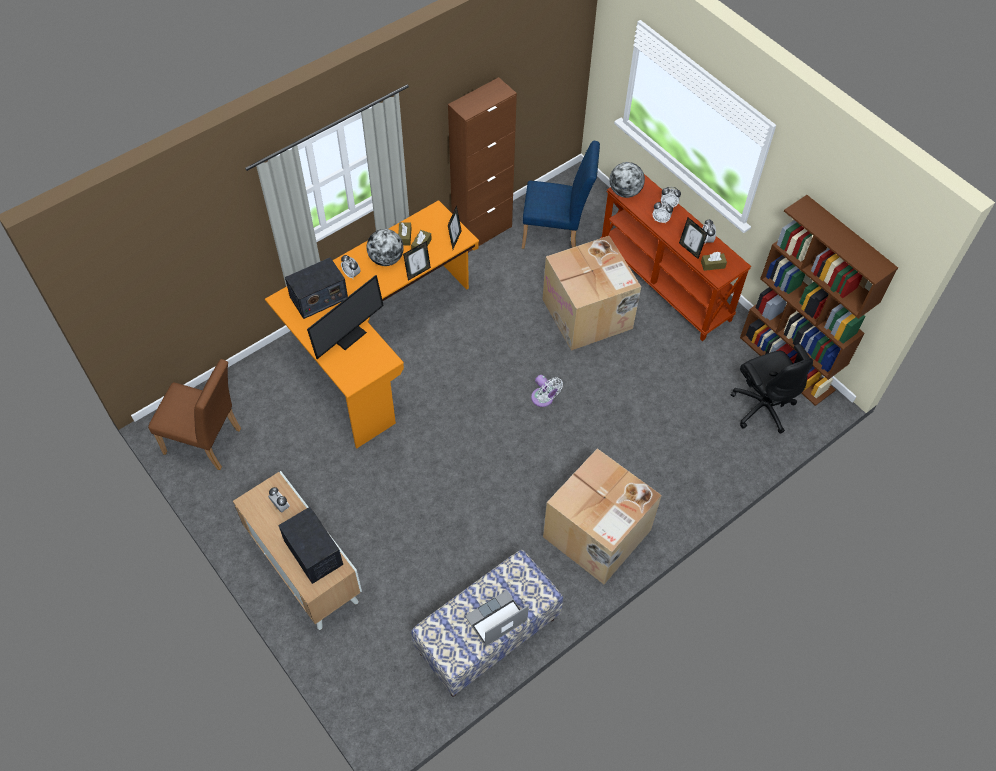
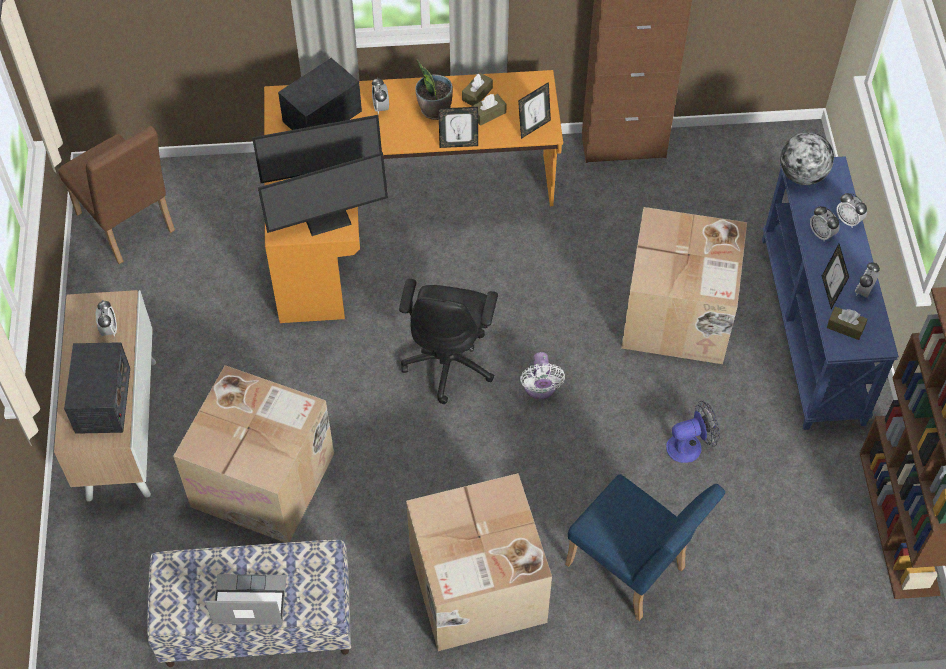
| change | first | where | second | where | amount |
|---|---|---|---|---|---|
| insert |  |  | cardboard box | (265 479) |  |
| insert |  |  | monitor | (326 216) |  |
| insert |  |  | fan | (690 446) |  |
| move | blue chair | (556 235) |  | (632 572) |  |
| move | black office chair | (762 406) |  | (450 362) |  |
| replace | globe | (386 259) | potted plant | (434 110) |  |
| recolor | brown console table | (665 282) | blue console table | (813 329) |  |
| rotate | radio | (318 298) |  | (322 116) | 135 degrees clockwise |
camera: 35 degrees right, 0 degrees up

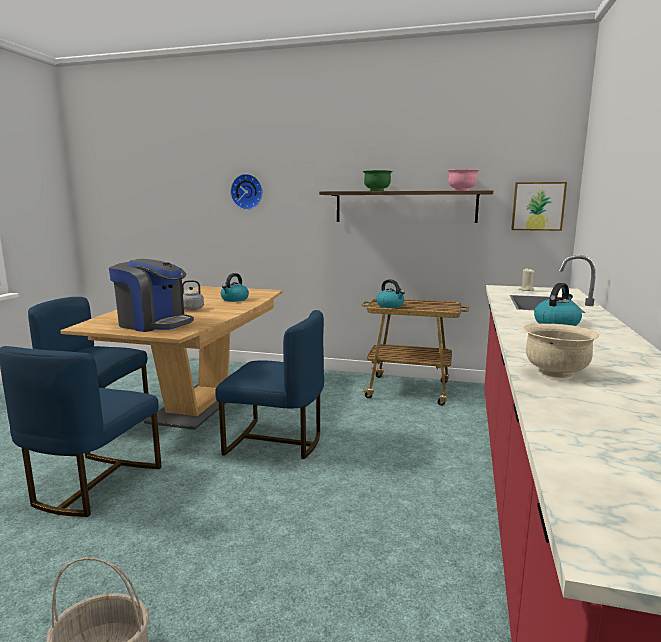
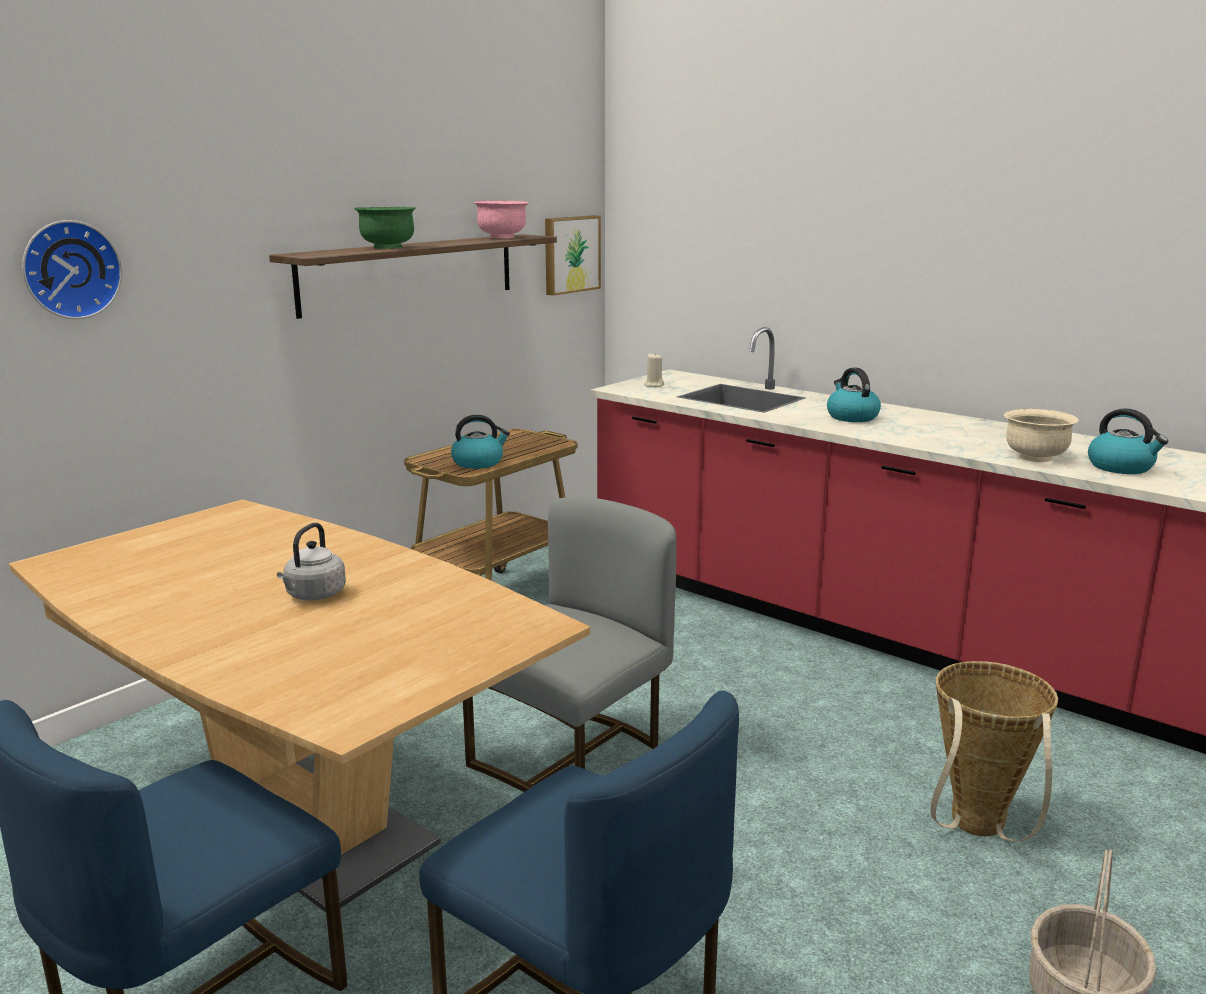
| change | first | where | second | where | amount |
|---|---|---|---|---|---|
| delete | coffee machine | (154 324) |  |  |  |
| insert |  |  | basket | (977 830) |  |
| move | kettle | (234 299) |  | (1121 467) |  |
| recolor | blue chair | (275 441) | grey chair | (574 760) |  |
camera: 65 degrees left, 5 degrees up

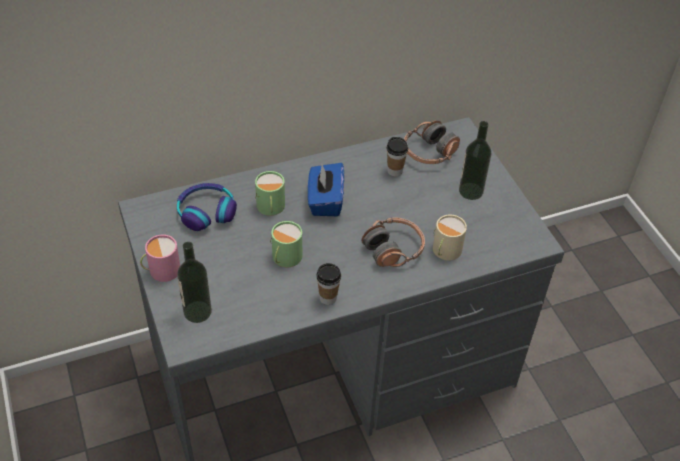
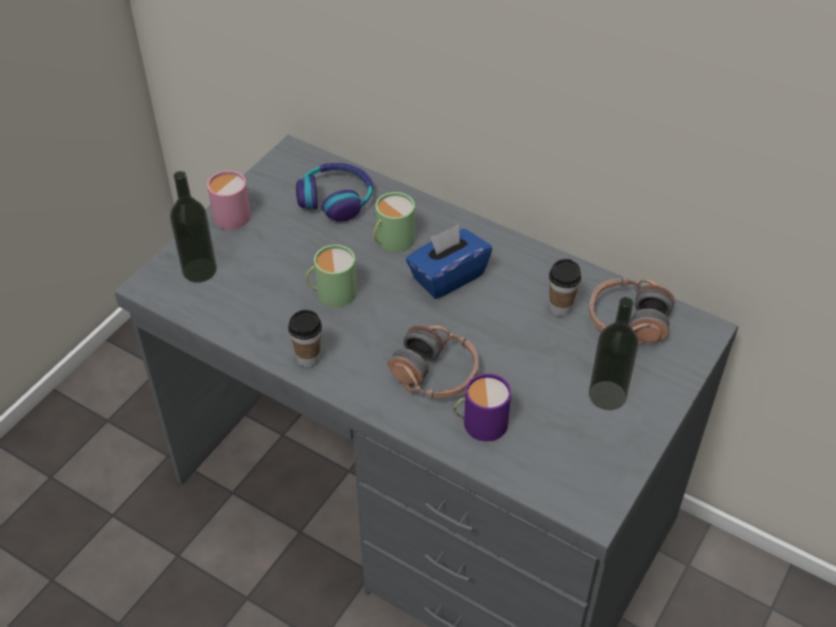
| change | first | where | second | where | amount |
|---|---|---|---|---|---|
| recolor | beige mug | (445 251) | purple mug | (480 422) |  |
camera: 55 degrees right, 0 degrees up

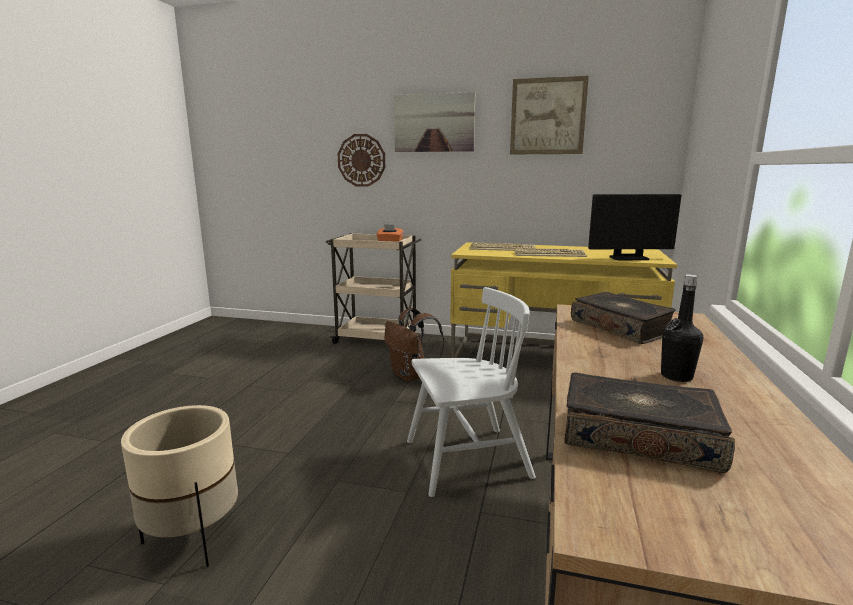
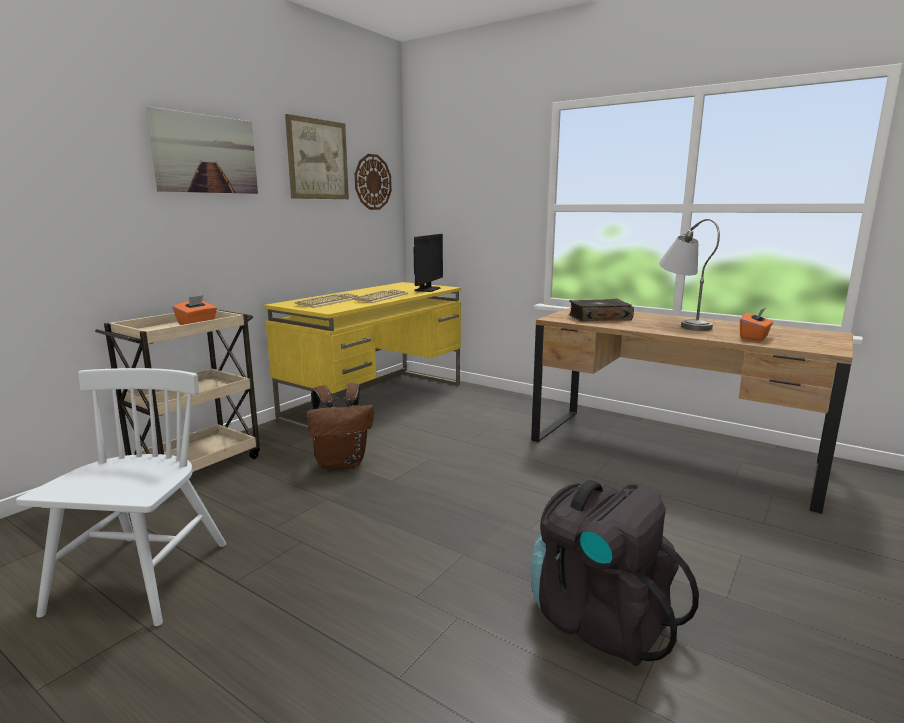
| change | first | where | second | where | amount |
|---|---|---|---|---|---|
| move | wall clock | (361 160) |  | (372 182) |  |
| move | white chair | (466 460) |  | (141 578) |  |
| replace | beige planter | (193 537) | black backpack | (599 620) |  |
| replace | book | (638 436) | orange tissue box | (754 337) |  |
| replace | black bottle | (676 376) | grey table lamp | (682 323) |  |
camera: 70 degrees left, 0 degrees up

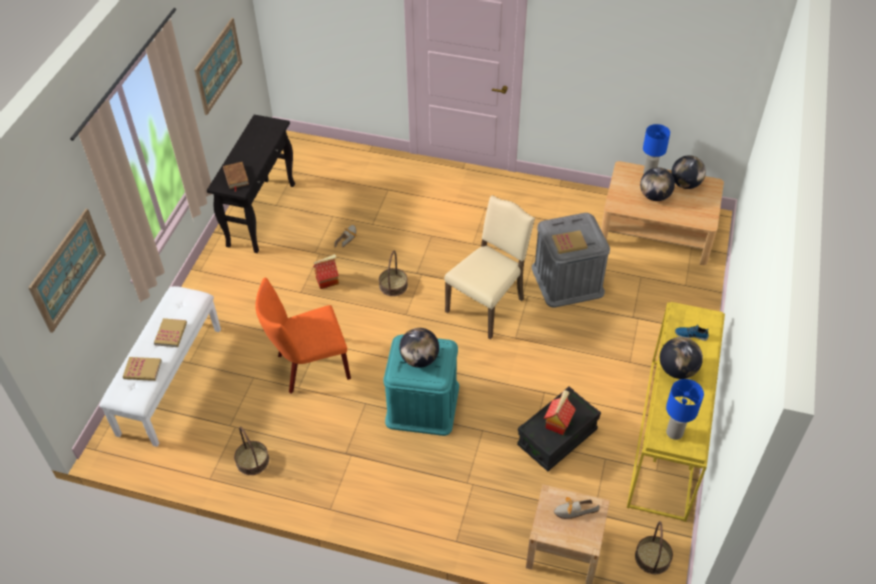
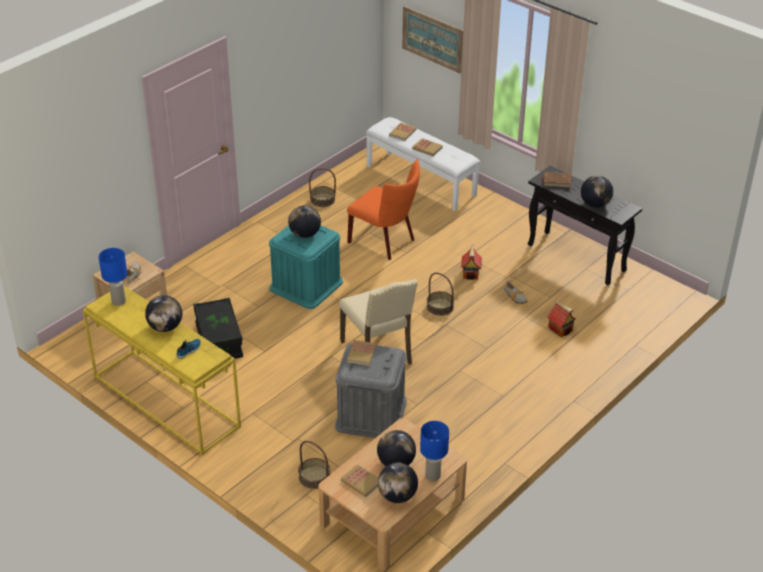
| change | first | where | second | where | amount |
|---|---|---|---|---|---|
| delete | picture | (218 65) |  |  |  |
| insert |  |  | book | (361 482) |  |
| insert |  |  | globe | (595 204) |  |
| move | toy house | (558 422) |  | (561 329) |  |
| move | basket | (652 557) |  | (314 477) |  |
| rotate | orange chair | (308 367) |  | (385 242) | 120 degrees clockwise |
camera: 115 degrees right, 10 degrees down

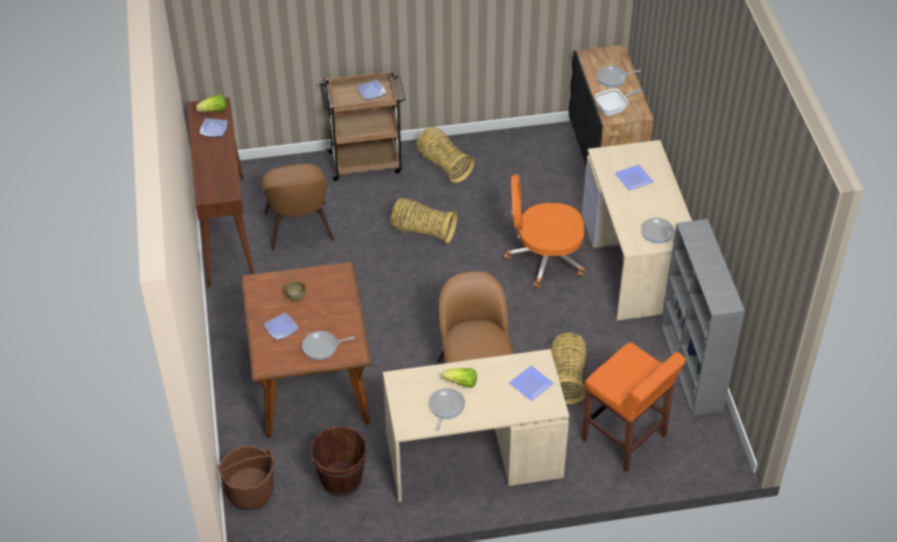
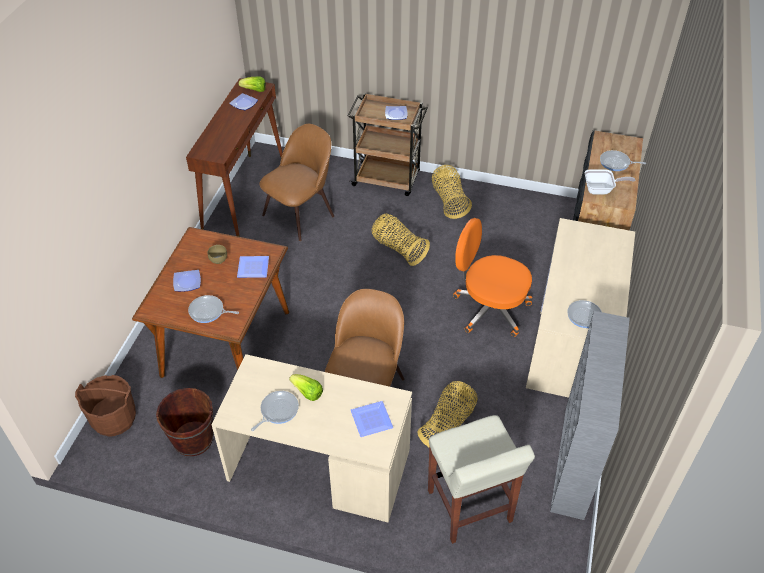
| change | first | where | second | where | amount |
|---|---|---|---|---|---|
| move | plate | (635 179) |  | (254 269) |  |
| recolor | orange stool | (625 438) | beige stool | (469 507) |  |
| rotate | brown chair | (299 229) |  | (300 214) | 150 degrees counterclockwise |
camera: 25 degrees right, 0 degrees up

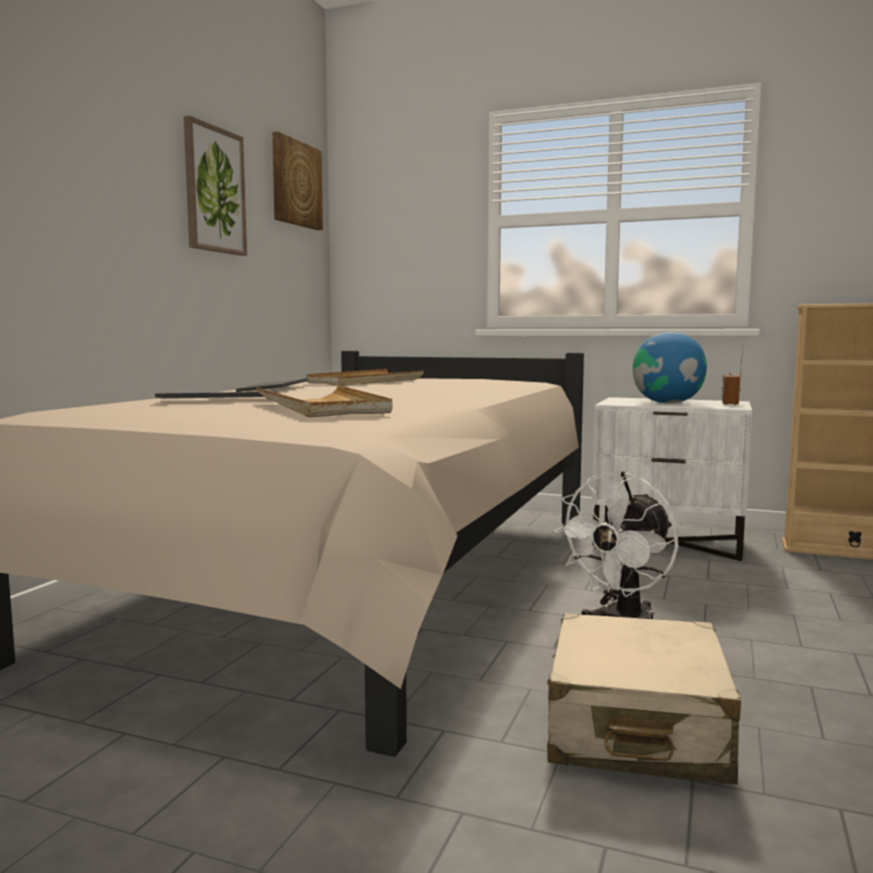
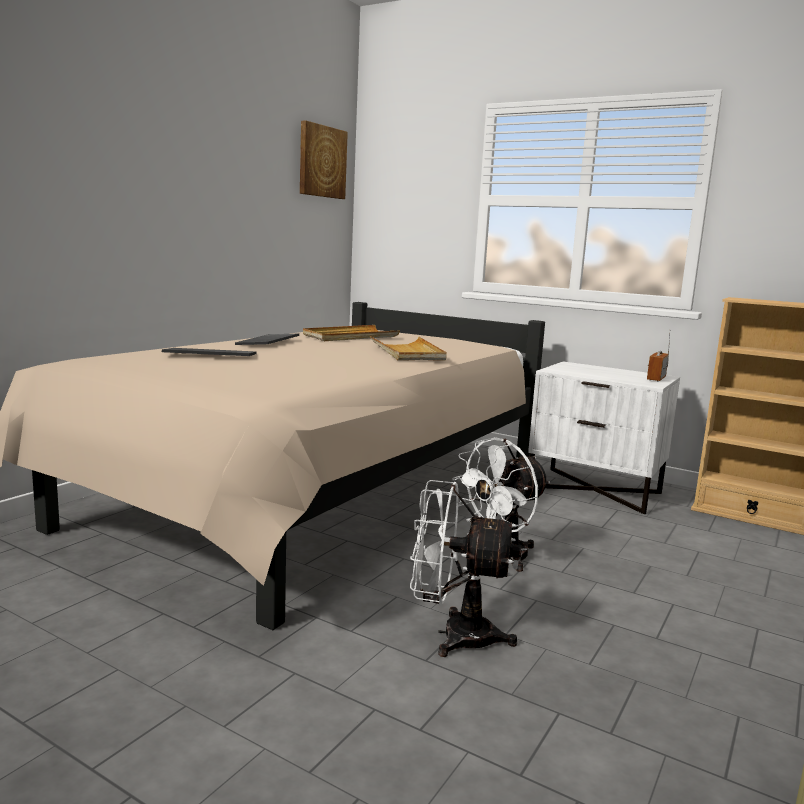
| change | first | where | second | where | amount |
|---|---|---|---|---|---|
| delete | picture | (214 190) |  |  |  |
| delete | globe | (667 403) |  |  |  |
| move | beige tray | (323 408) |  | (407 352) |  |
| replace | beige suitcase | (636 727) | white fan | (454 635) |  |
camera: 10 degrees right, 5 degrees up

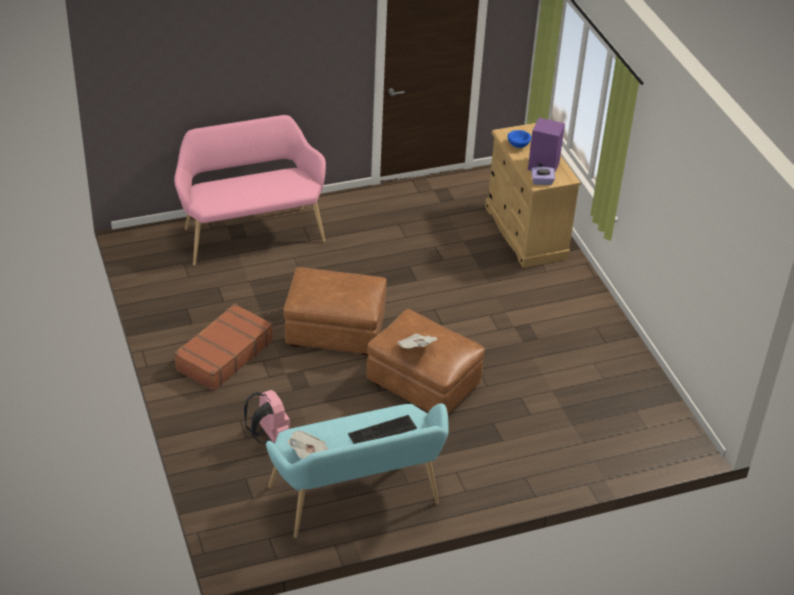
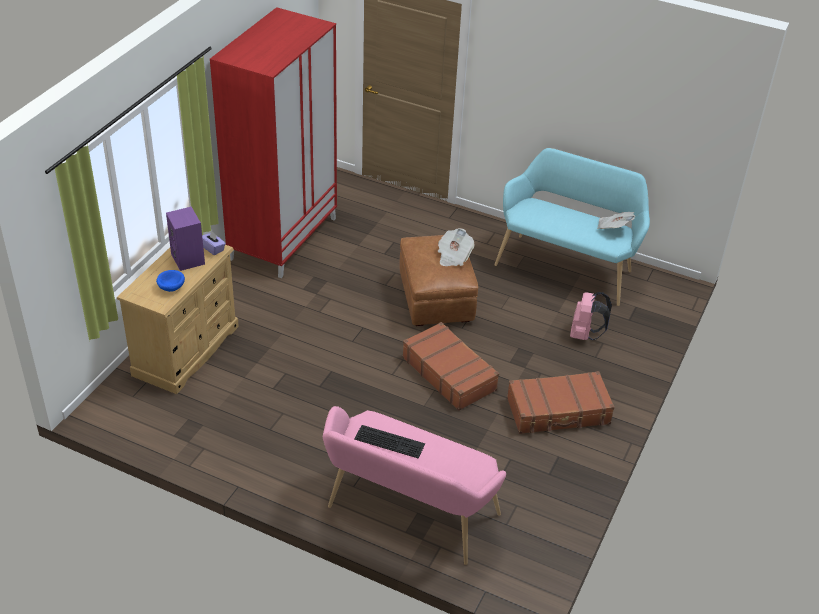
| change | first | where | second | where | amount |
|---|---|---|---|---|---|
| insert |  |  | red wardrobe | (283 238) |  |
| move | keyboard | (382 432) |  | (390 441) |  |
| replace | brown ottoman | (335 331) | brown suitcase | (449 373) |  |
camera: 135 degrees left, 0 degrees up

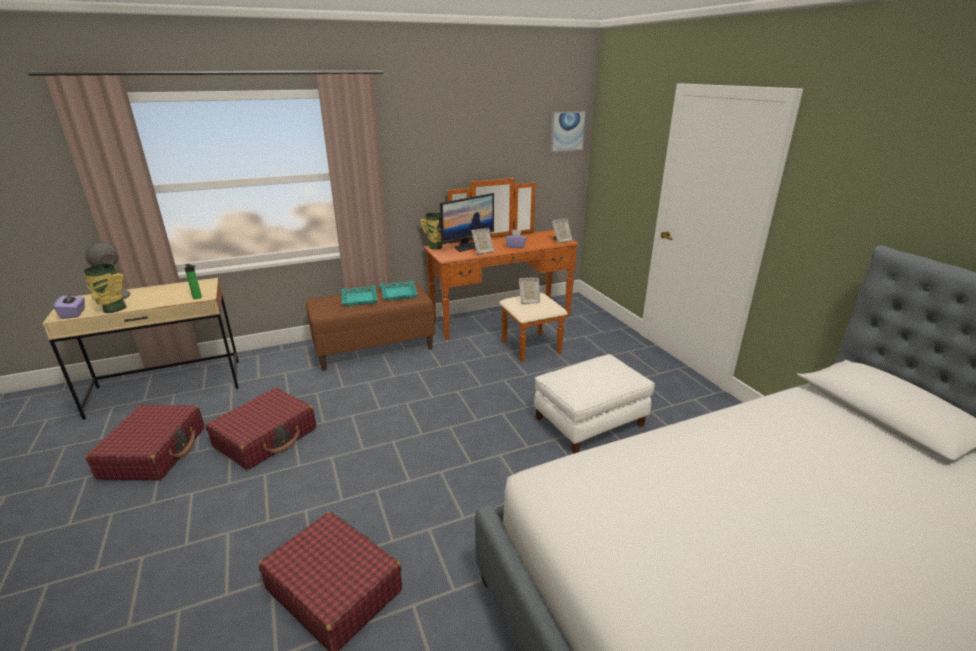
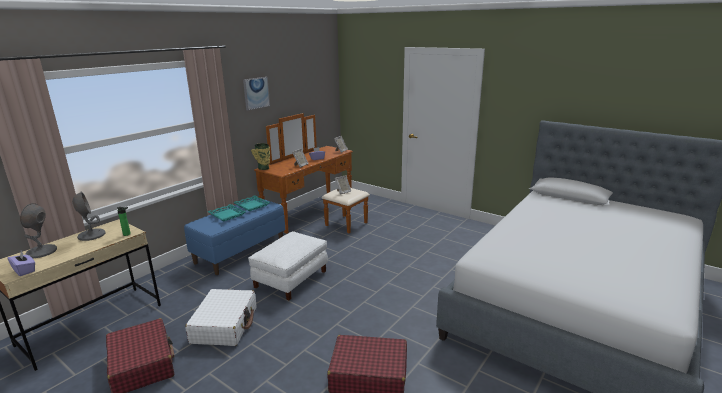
| change | first | where | second | where | amount |
|---|---|---|---|---|---|
| delete | vase | (113 309) |  |  |  |
| delete | monitor | (467 246) |  |  |  |
| insert |  |  | grey table lamp | (91 235) |  |
| move | white ottoman | (589 422) |  | (291 279) |  |
| move | picture | (567 131) |  | (256 93) |  |
| recolor | red suitcase | (266 438) | white suitcase | (225 325) |  |
| recolor | brown bench | (374 348) | blue bench | (240 251) |  |
camera: 30 degrees left, 5 degrees down

